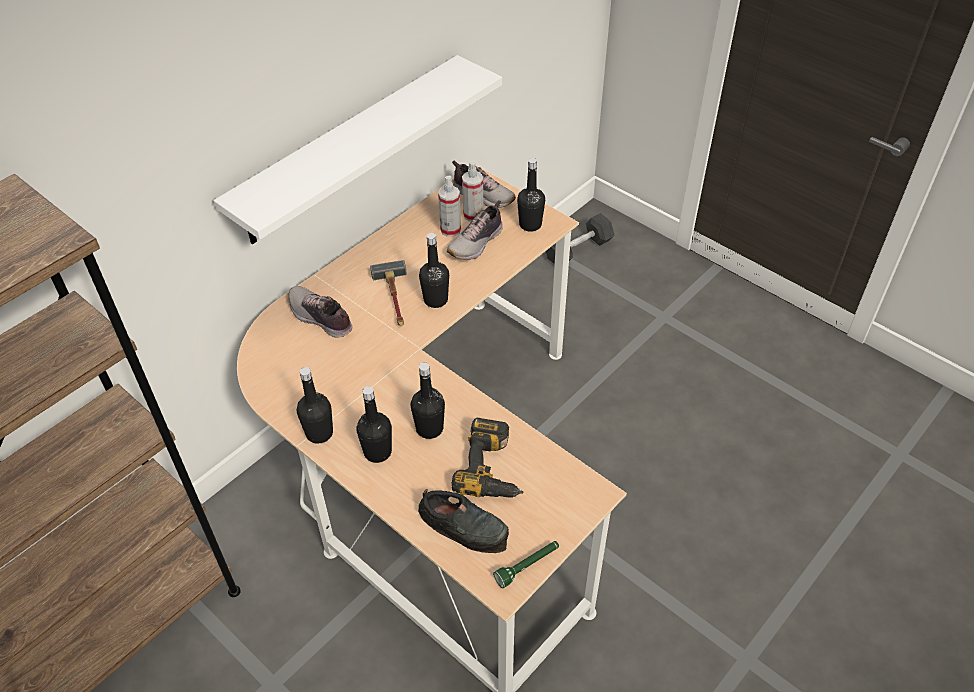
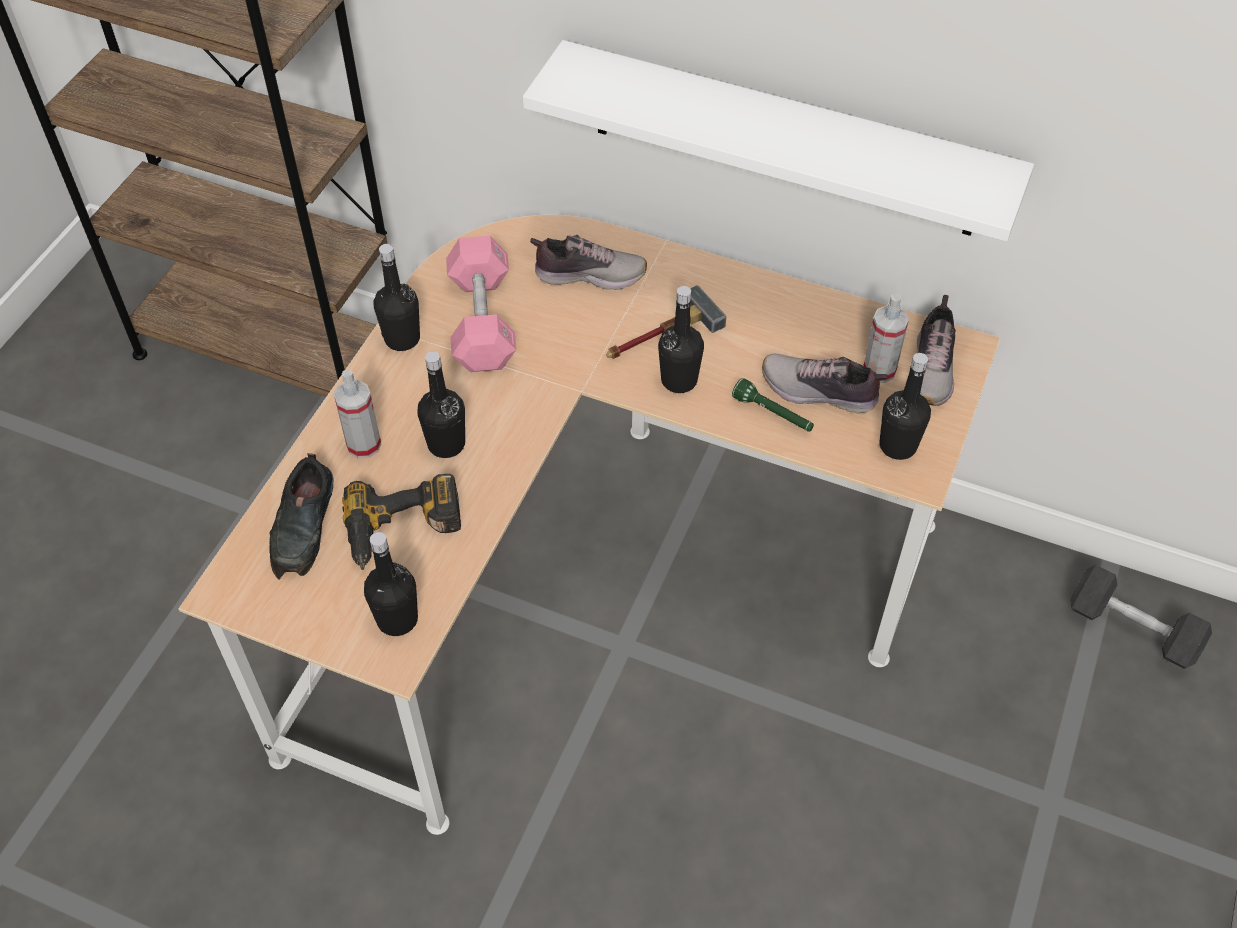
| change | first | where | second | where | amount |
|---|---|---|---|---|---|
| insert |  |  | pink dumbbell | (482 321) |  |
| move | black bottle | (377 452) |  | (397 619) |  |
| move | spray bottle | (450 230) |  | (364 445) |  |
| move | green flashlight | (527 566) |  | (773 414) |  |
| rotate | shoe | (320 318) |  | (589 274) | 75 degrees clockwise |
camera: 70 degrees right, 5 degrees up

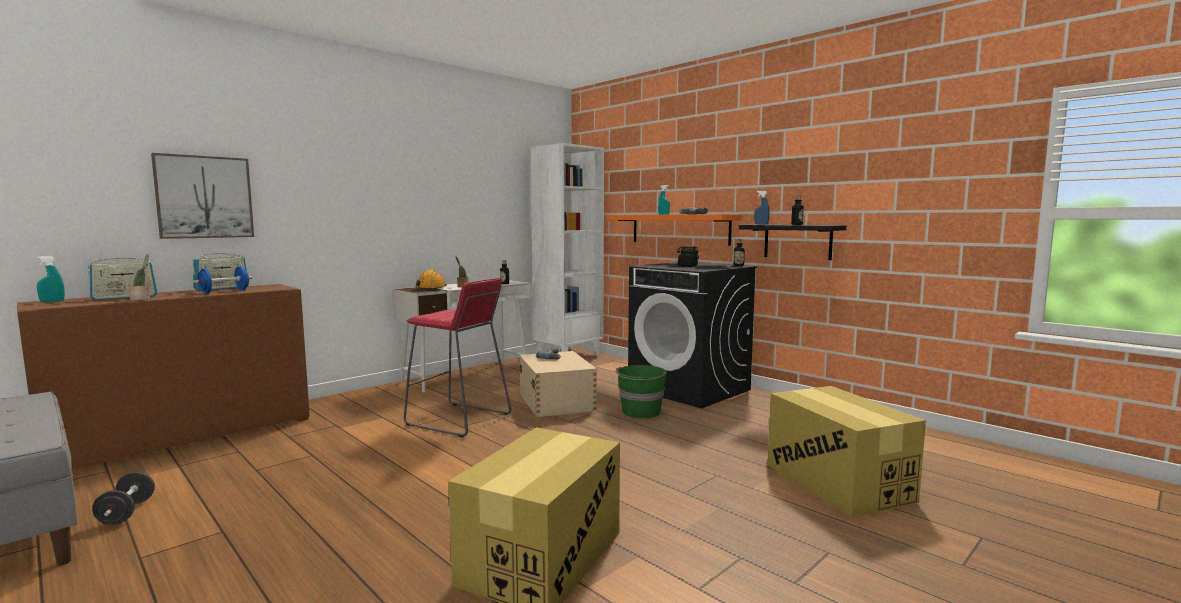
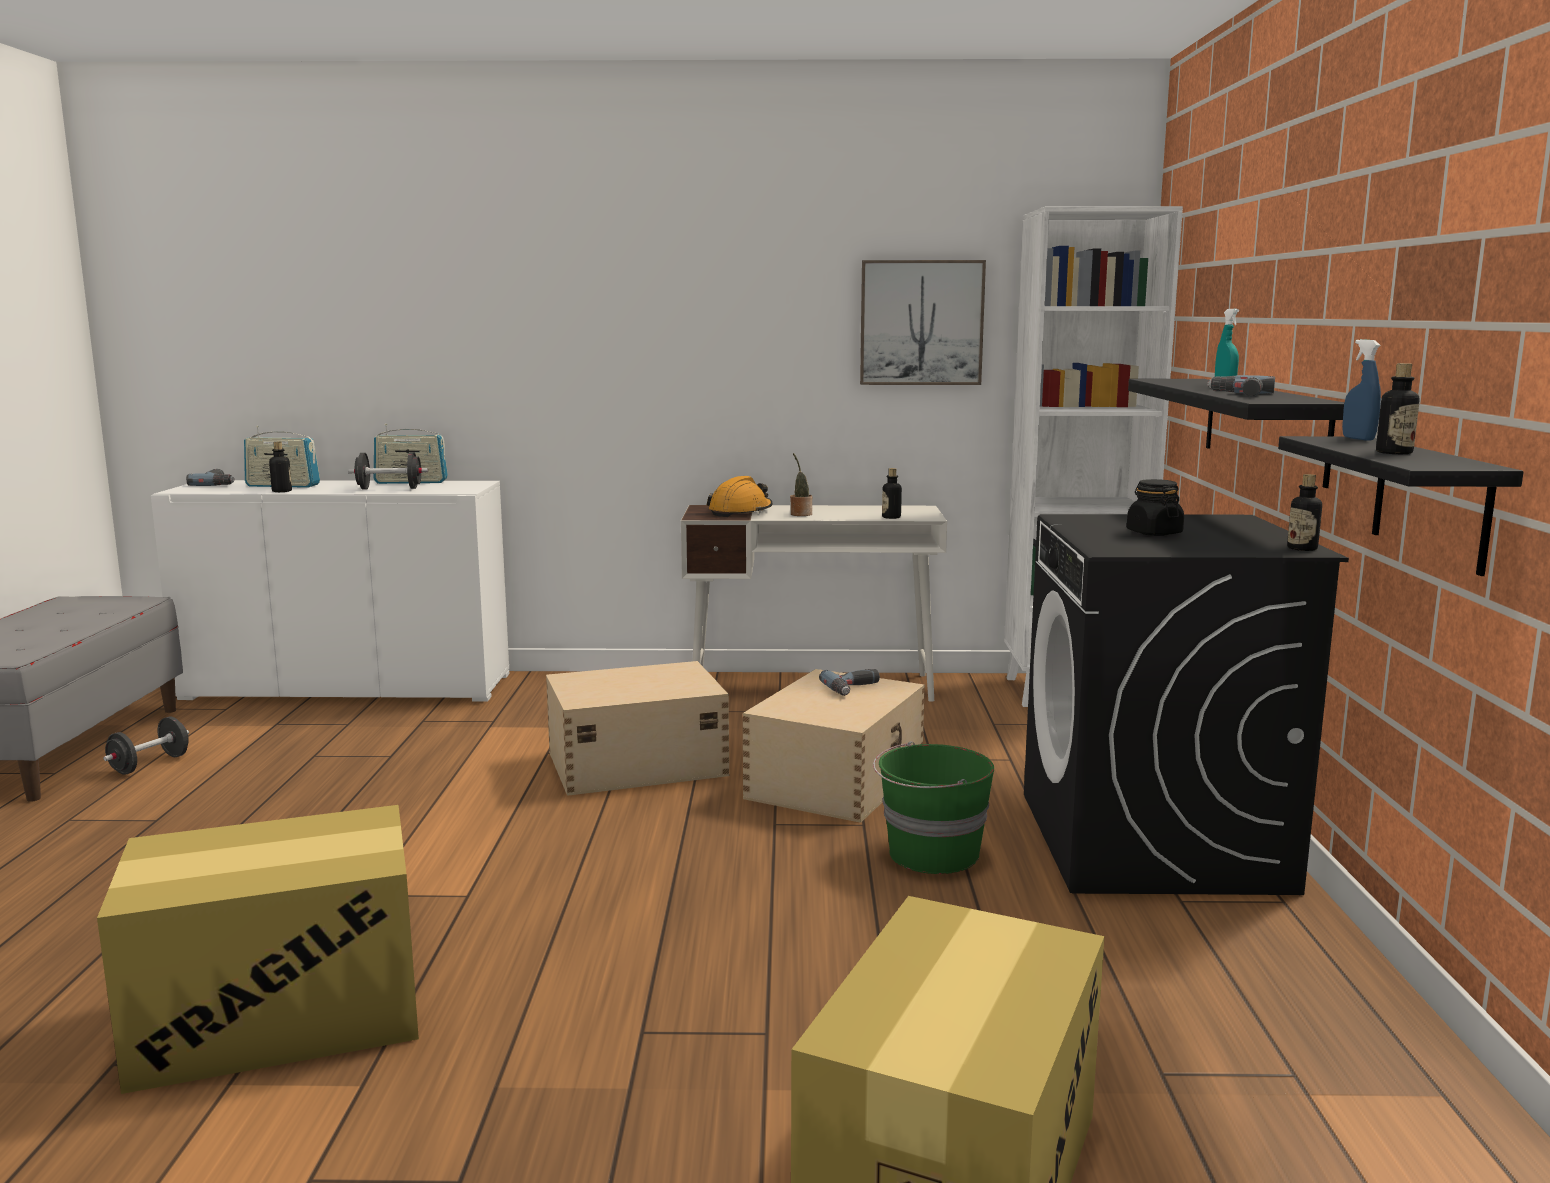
| change | first | where | second | where | amount |
|---|---|---|---|---|---|
| move | picture | (204 197) |  | (921 323) |  |
| replace | turquoise spray bottle | (52 301) | power drill | (218 483) |  |
| replace | potted plant | (142 299) | bottle | (282 491) |  |
| replace | red stool | (458 420) | beige storage box | (634 764) |  |
| recolor | brown cabinet | (185 436) | white cabinet | (348 687) |  |
| recolor | blue dumbbell | (224 291) | black dumbbell | (389 489) |  |
| recolor | orange shelf | (679 229) | black shelf | (1264 427) |  |
camera: 45 degrees right, 5 degrees up

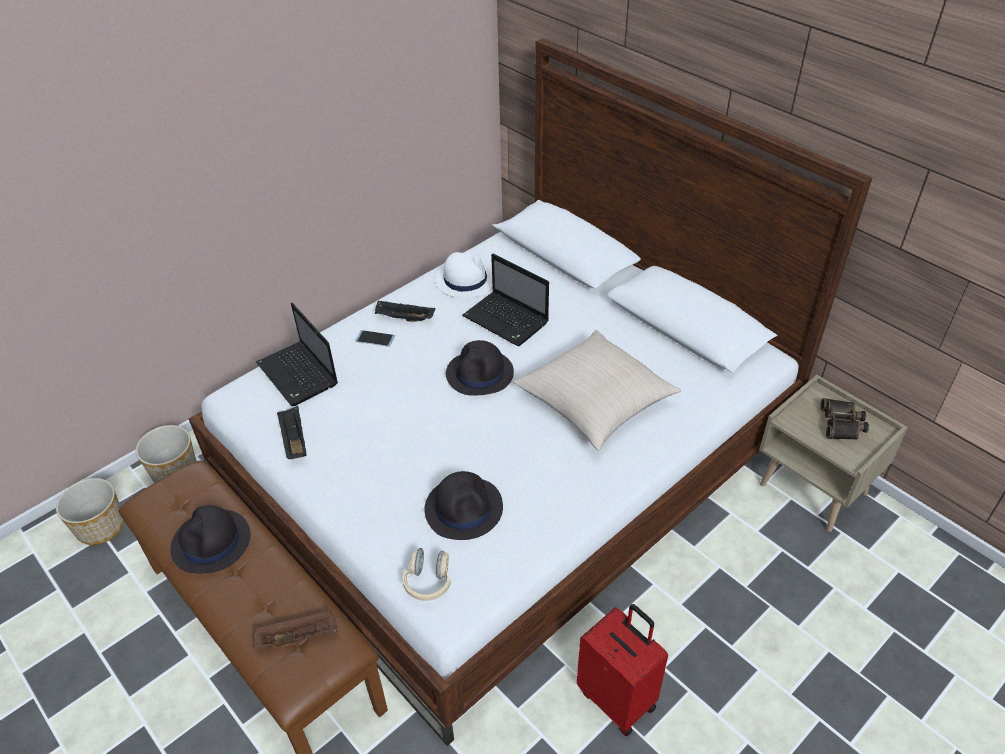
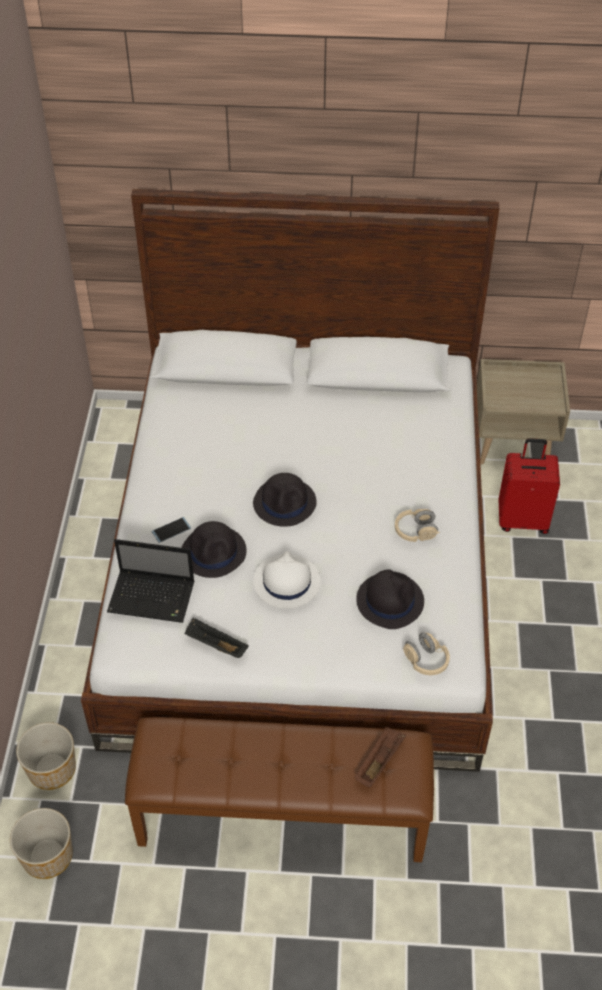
| change | first | where | second | where | amount |
|---|---|---|---|---|---|
| delete | black tray | (404 319) |  |  |  |
| delete | laptop | (507 320) |  |  |  |
| delete | beige pillow | (595 401) |  |  |  |
| delete | binoculars | (842 424) |  |  |  |
| insert |  |  | beige headphones | (415 532) |  |
| move | black hat | (211 543) |  | (214 552) |  |
| move | white hat | (465 280) |  | (286 582) |  |
| move | red suitcase | (618 698) |  | (522 519) |  |
camera: 45 degrees left, 5 degrees up

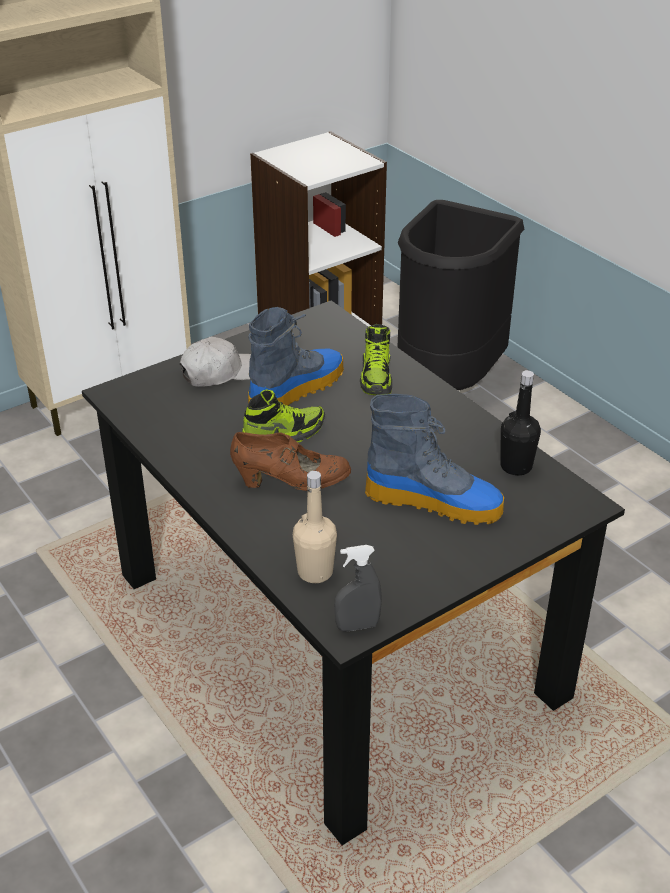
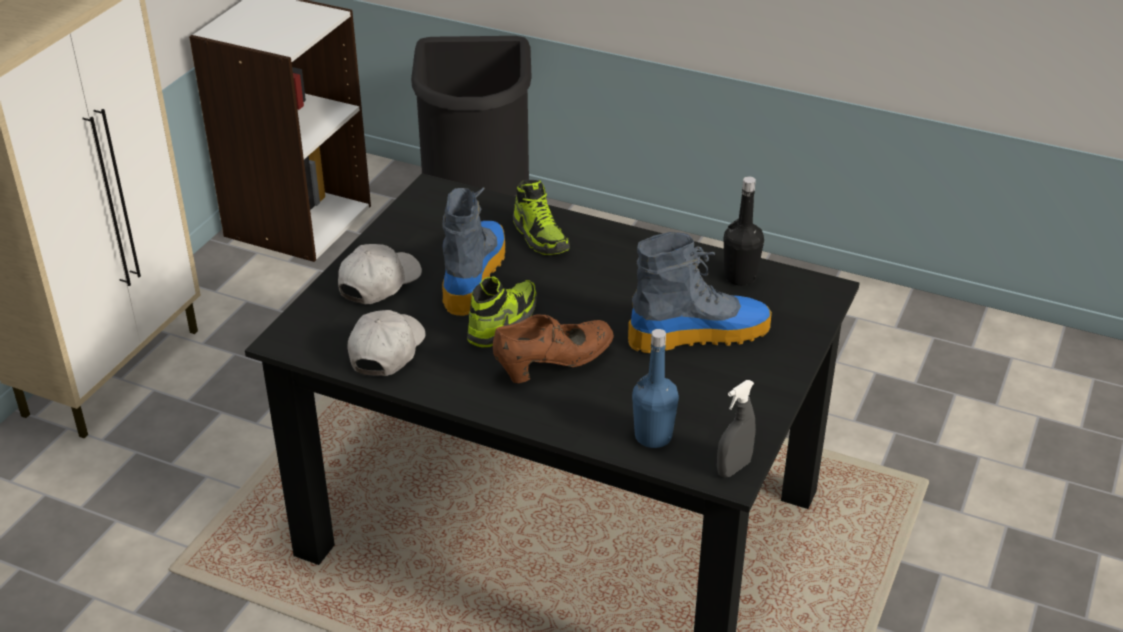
| change | first | where | second | where | amount |
|---|---|---|---|---|---|
| insert |  |  | white cap | (386 350) |  |
| recolor | beige bottle | (315 572) | blue bottle | (653 436) |  |
camera: 30 degrees left, 0 degrees up

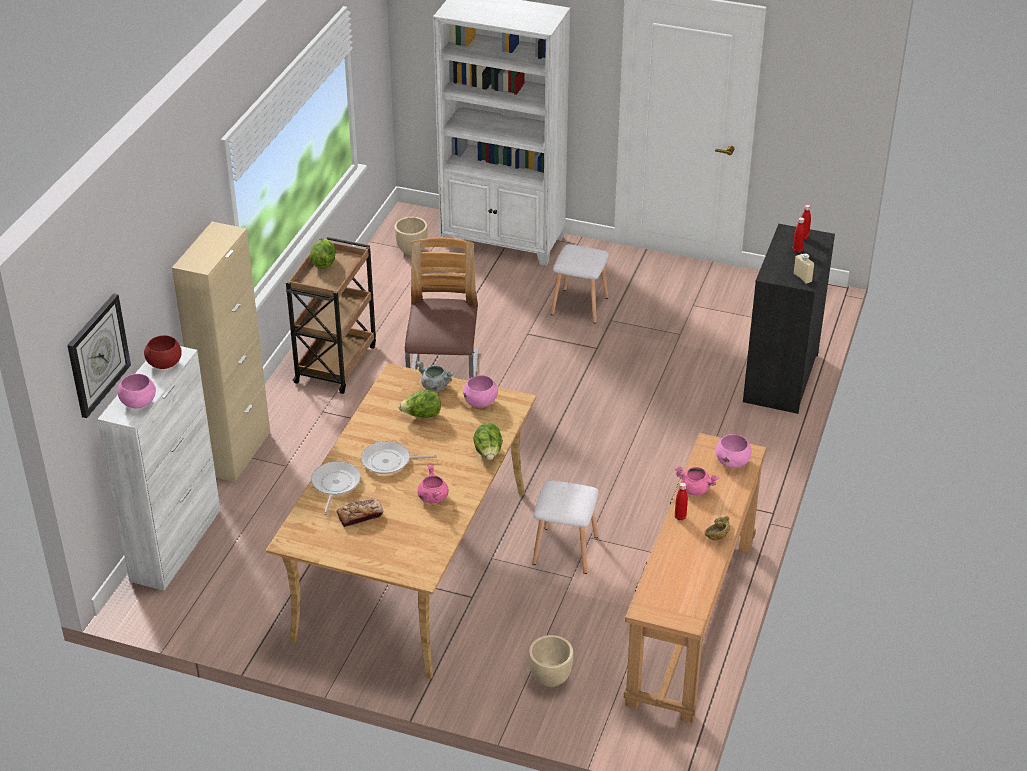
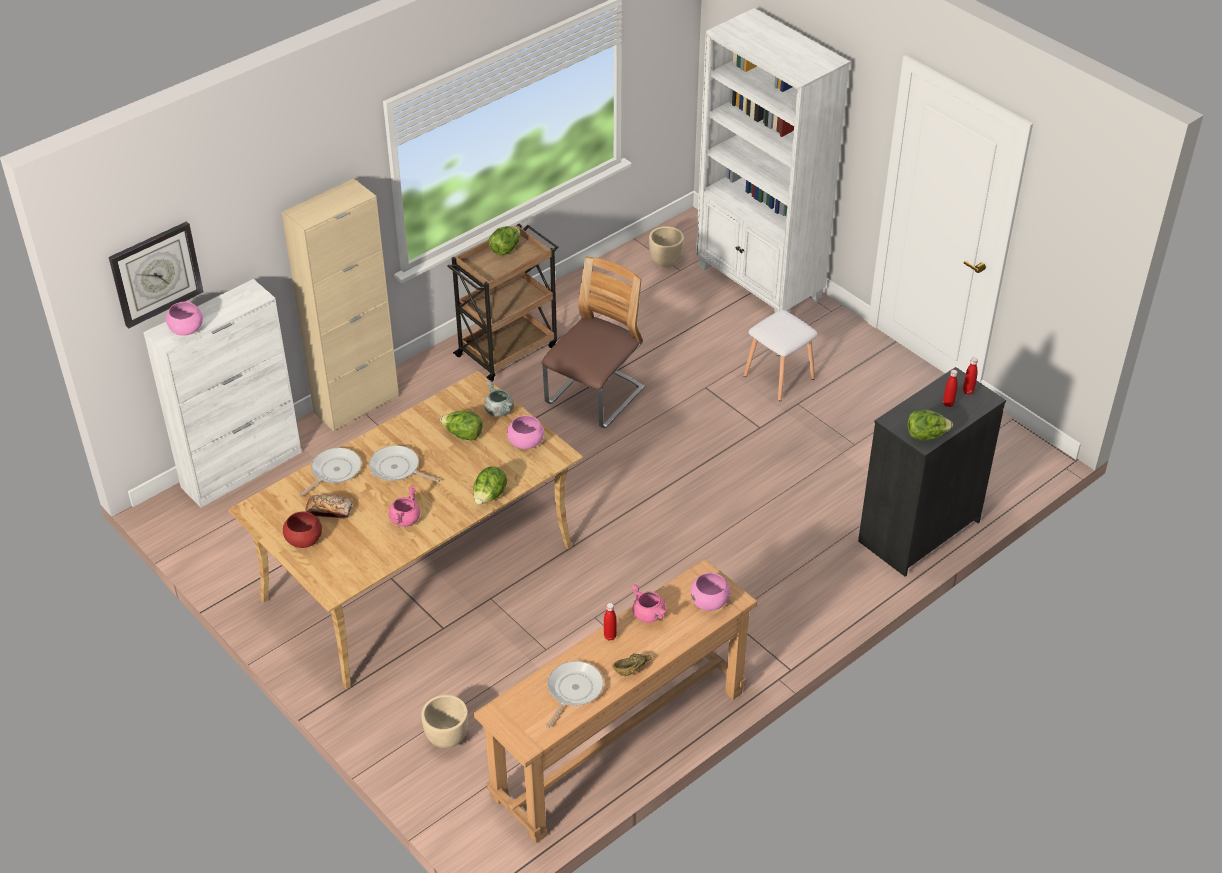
| change | first | where | second | where | amount |
|---|---|---|---|---|---|
| delete | white stool | (565 551) |  |  |  |
| insert |  |  | frying pan | (573 690) |  |
| move | red bowl | (164 364) |  | (304 540) |  |
| replace | beige bottle | (802 277) | lettuce | (926 435) |  |
camera: 30 degrees right, 5 degrees up

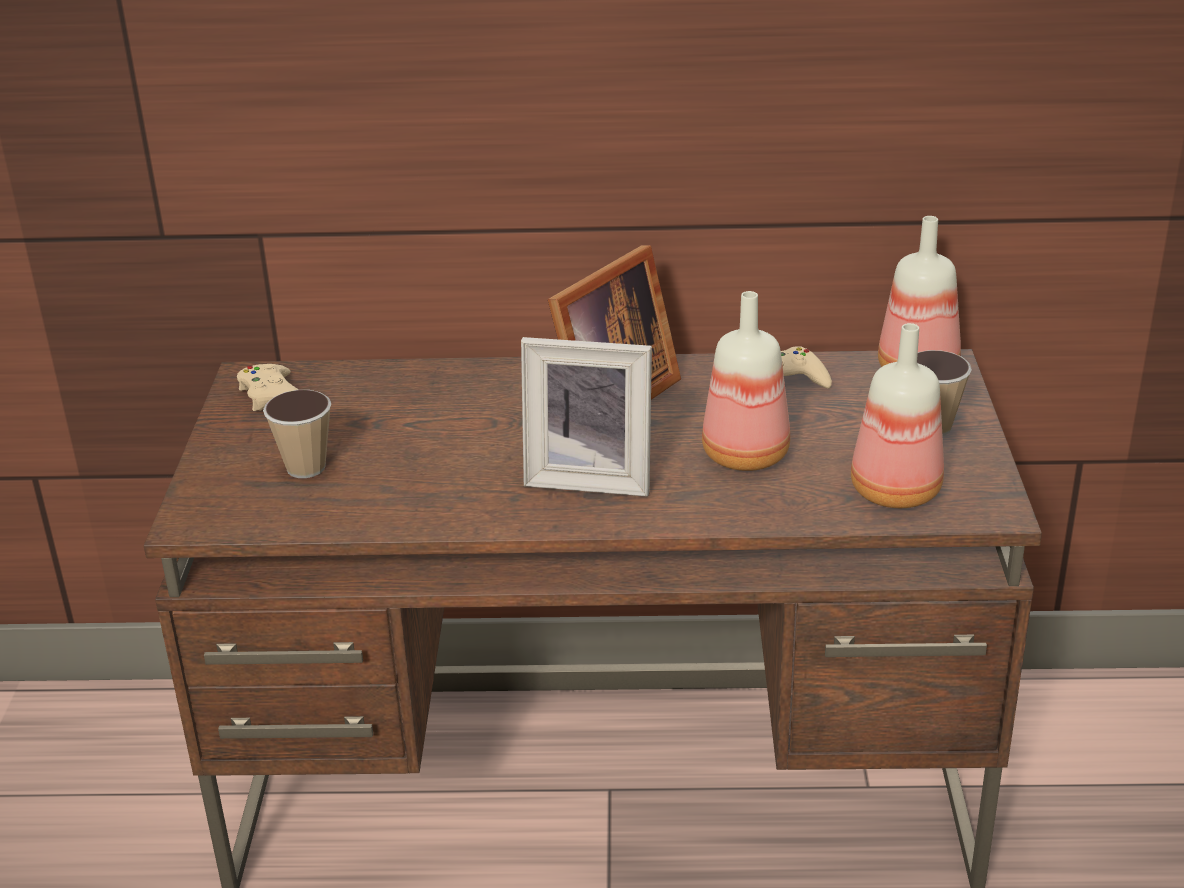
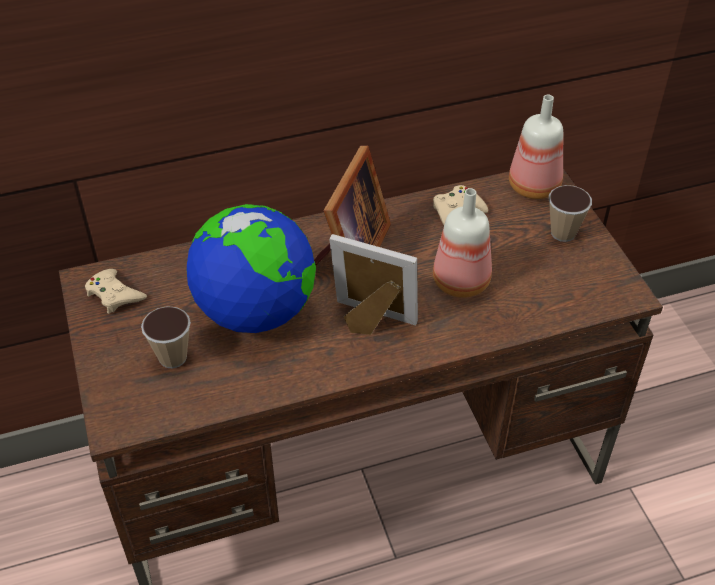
| change | first | where | second | where | amount |
|---|---|---|---|---|---|
| delete | bottle | (892 491) |  |  |  |
| insert |  |  | globe | (256 312) |  |
| rotate | picture frame | (590 477) |  | (371 322) | 150 degrees counterclockwise |
camera: 20 degrees left, 15 degrees up

